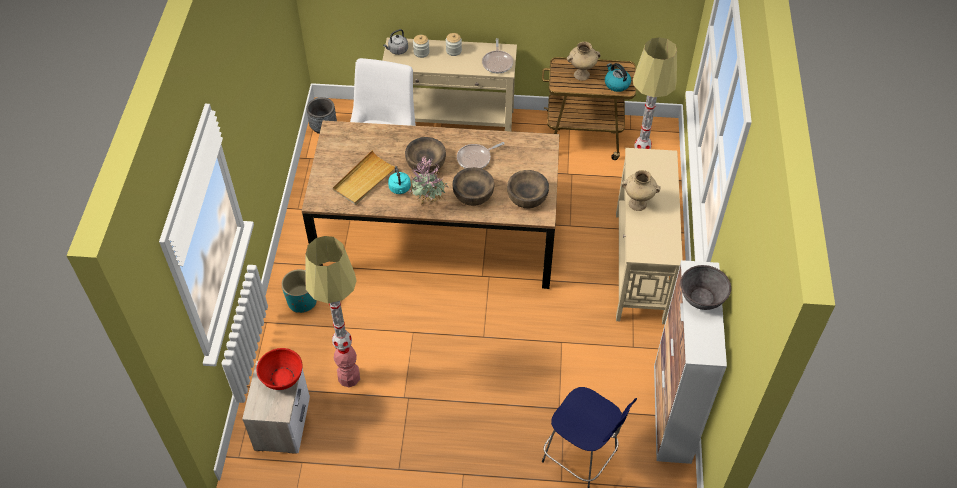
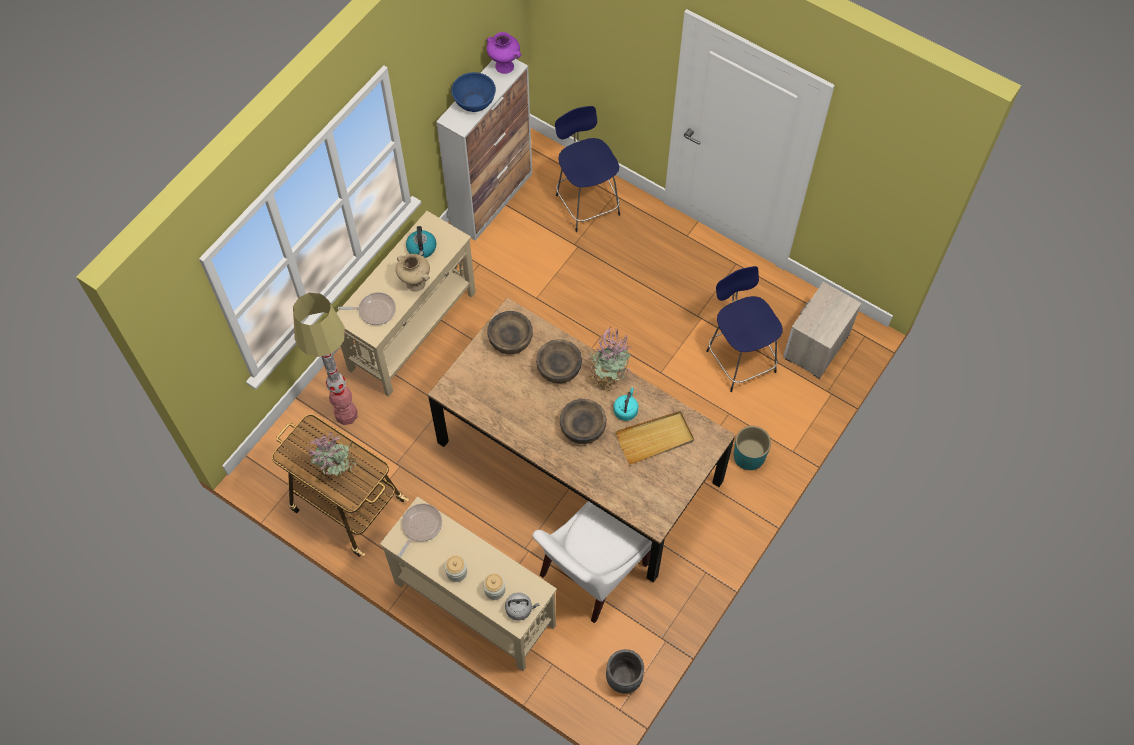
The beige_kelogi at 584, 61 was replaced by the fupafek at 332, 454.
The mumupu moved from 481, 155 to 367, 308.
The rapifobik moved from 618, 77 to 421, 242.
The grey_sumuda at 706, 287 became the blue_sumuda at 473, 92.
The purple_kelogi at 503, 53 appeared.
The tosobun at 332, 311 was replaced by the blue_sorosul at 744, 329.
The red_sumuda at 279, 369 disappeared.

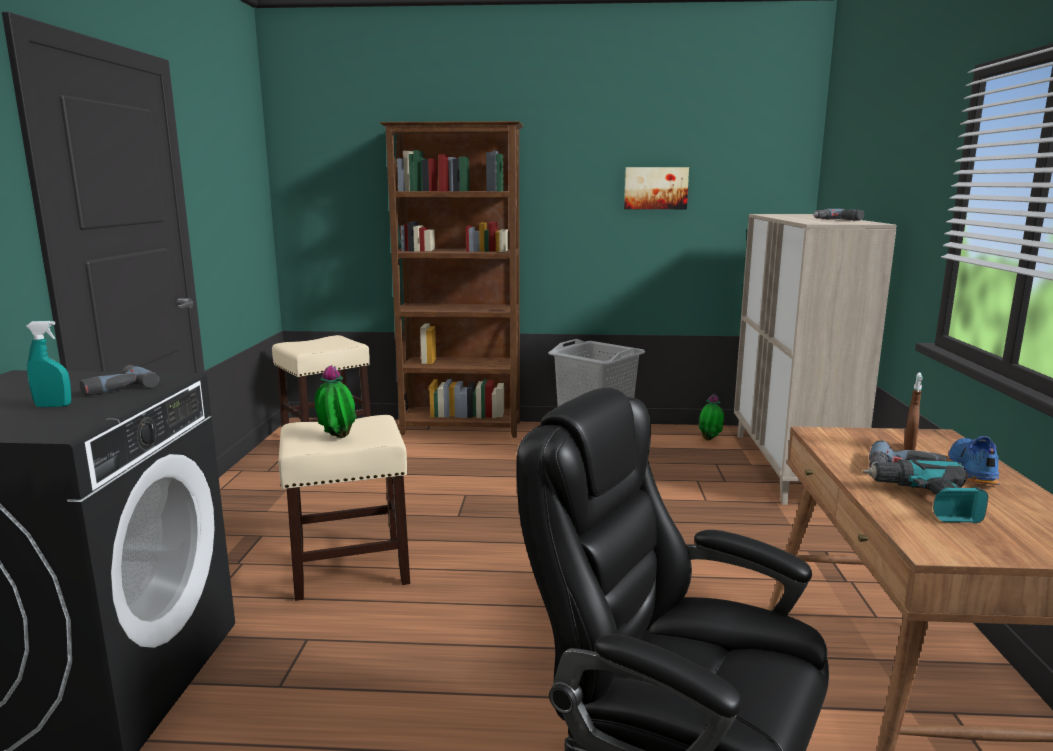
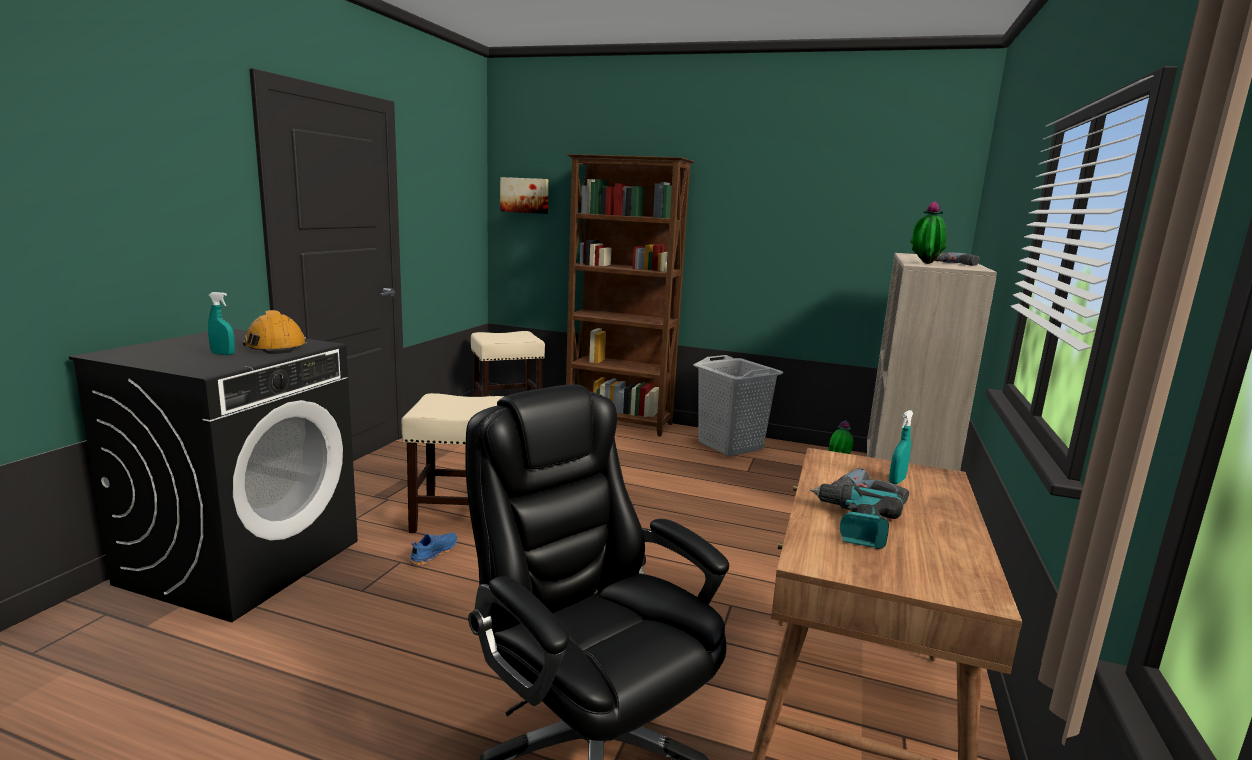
The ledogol at 120, 380 was replaced by the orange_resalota at 275, 332.
The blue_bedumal moved from 973, 460 to 433, 549.
The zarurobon moved from 656, 188 to 524, 195.
The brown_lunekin at 913, 411 became the turquoise_lunekin at 901, 447.
The fupafek moved from 336, 401 to 928, 232.

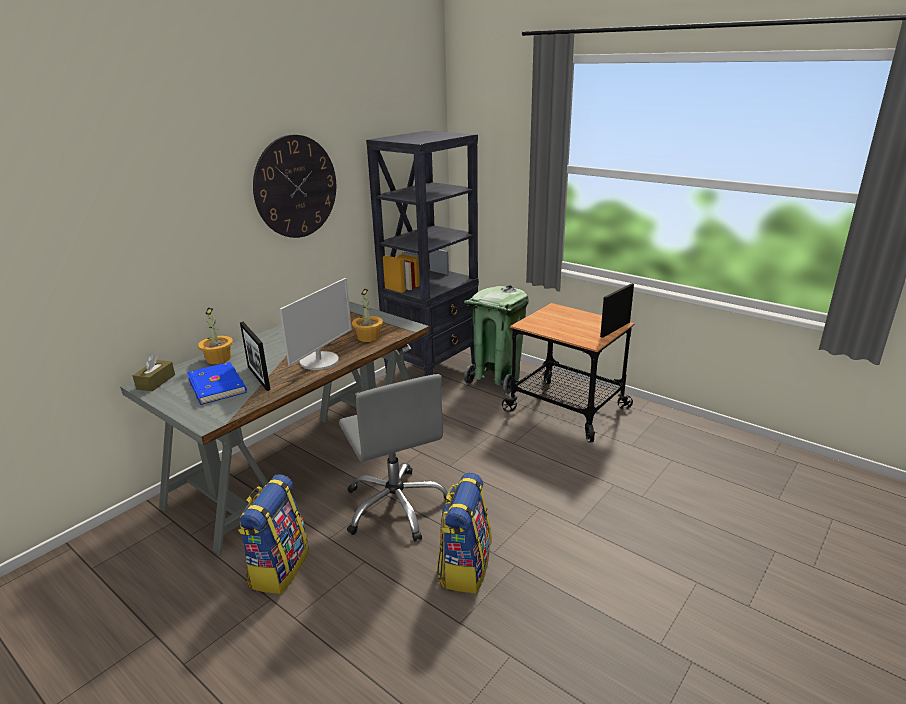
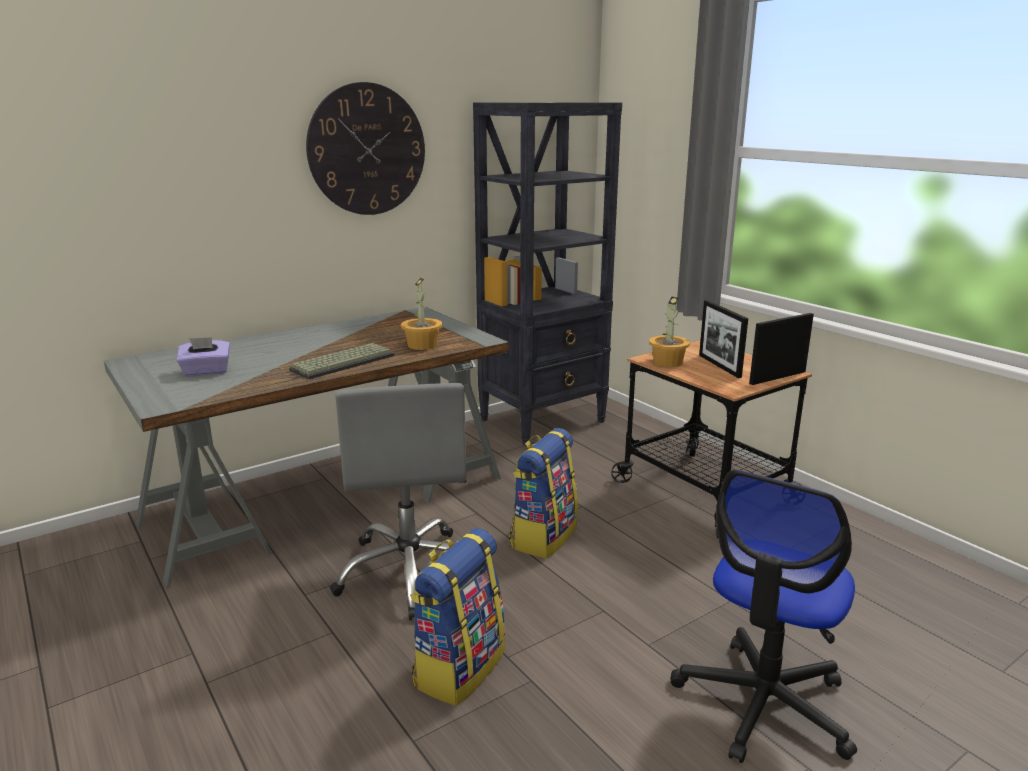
The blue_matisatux at 217, 383 was replaced by the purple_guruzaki at 203, 356.
The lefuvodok at 316, 324 was replaced by the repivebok at 342, 361.
The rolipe moved from 273, 534 to 543, 493.
The fupafek moved from 215, 336 to 669, 332.
The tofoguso at 763, 616 appeared.
The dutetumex moved from 255, 356 to 723, 339.
The brown_guruzaki at 154, 372 disappeared.
The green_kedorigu at 496, 340 disappeared.

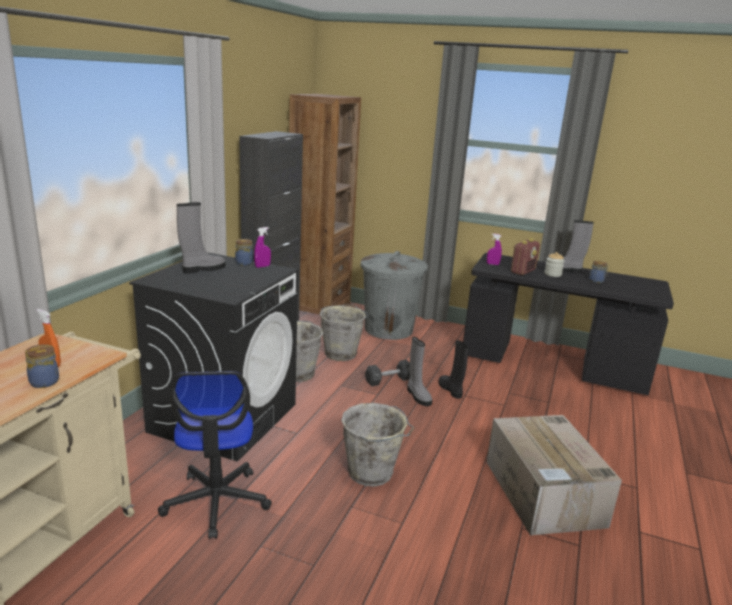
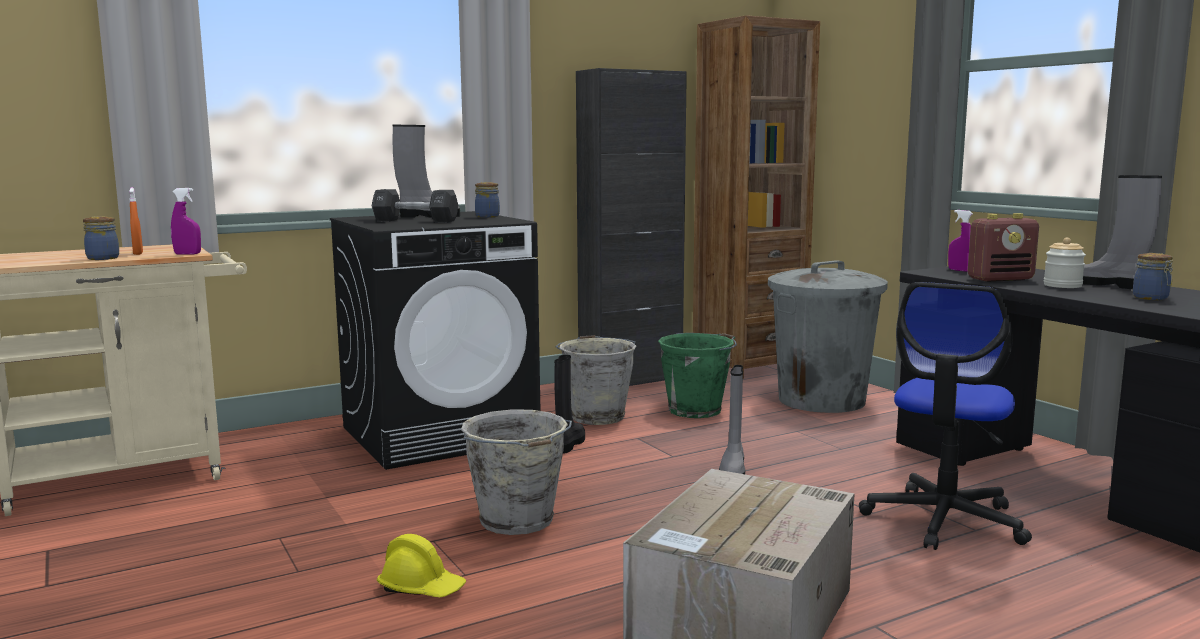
The purple_lunekin moved from 262, 247 to 186, 221.
The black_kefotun moved from 387, 373 to 415, 206.
The yellow_resalota at 421, 565 appeared.
The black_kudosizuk moved from 453, 369 to 569, 404.
The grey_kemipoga at 344, 332 became the green_kemipoga at 697, 375.
The tofoguso moved from 215, 455 to 945, 416.

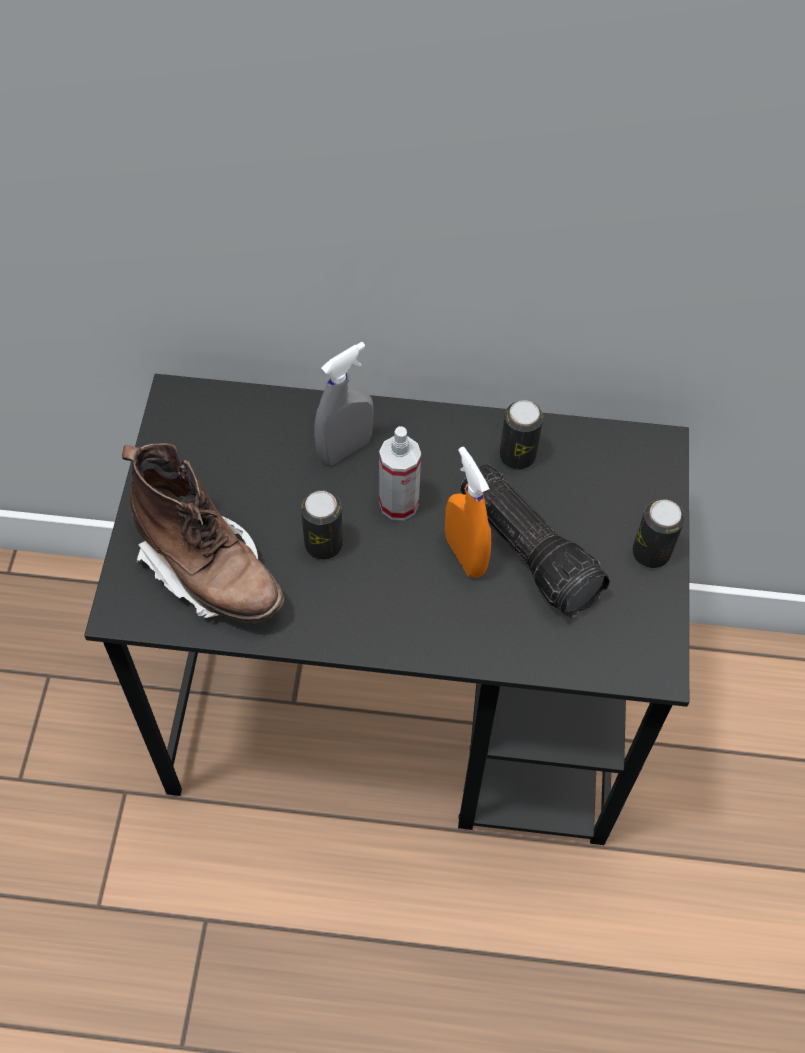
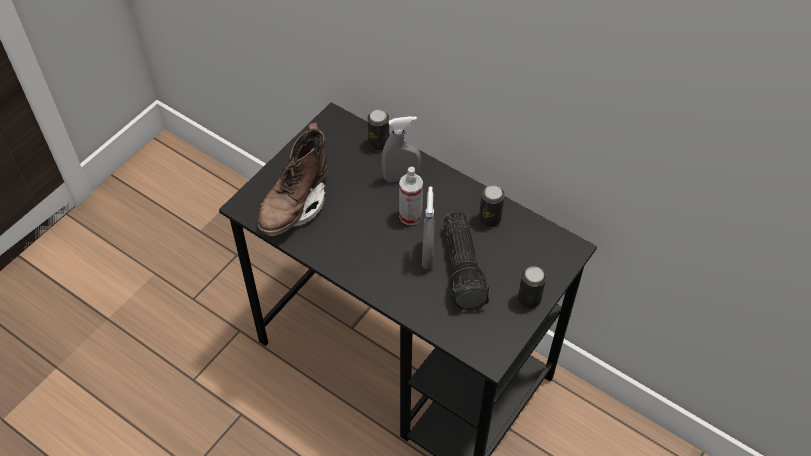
The brown_kudosizuk at 203, 533 turned 45 degrees clockwise.
The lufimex moved from 322, 525 to 378, 130.
The orange_lunekin at 468, 512 became the grey_lunekin at 428, 227.

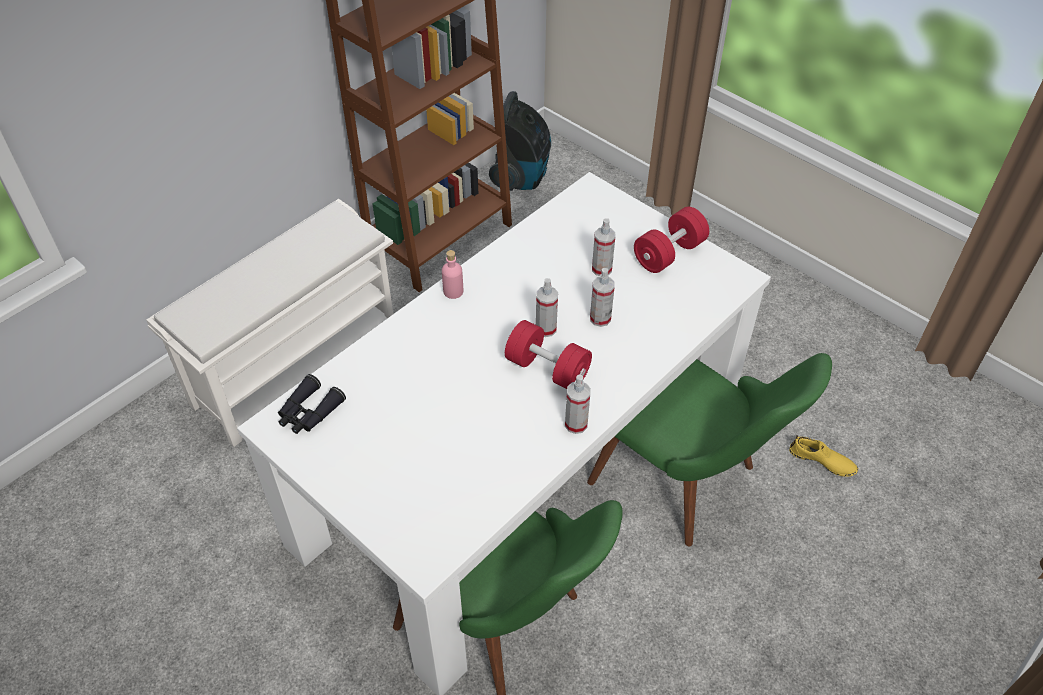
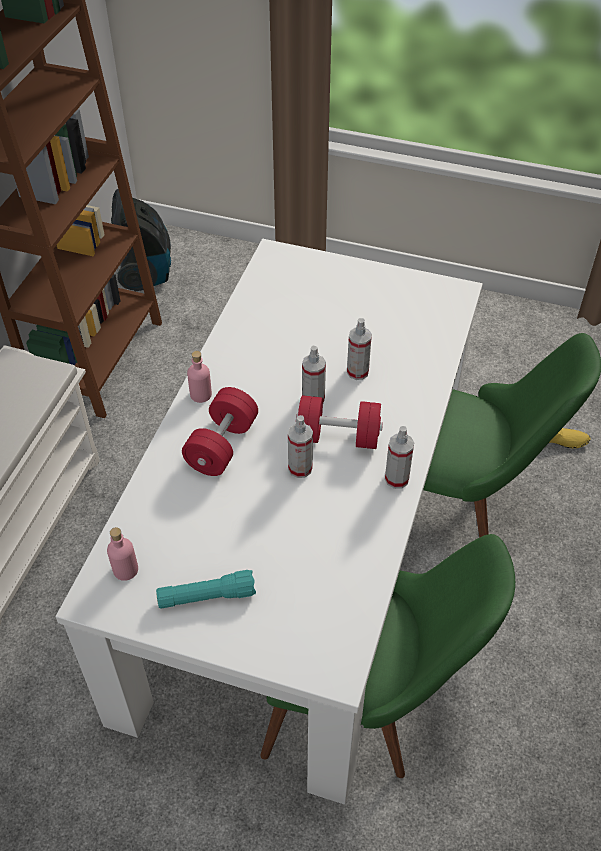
The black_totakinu at 312, 404 was replaced by the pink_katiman at 122, 554.
The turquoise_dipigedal at 206, 589 appeared.
The red_kefotun moved from 671, 240 to 220, 431.
The lunekin moved from 603, 247 to 300, 446.

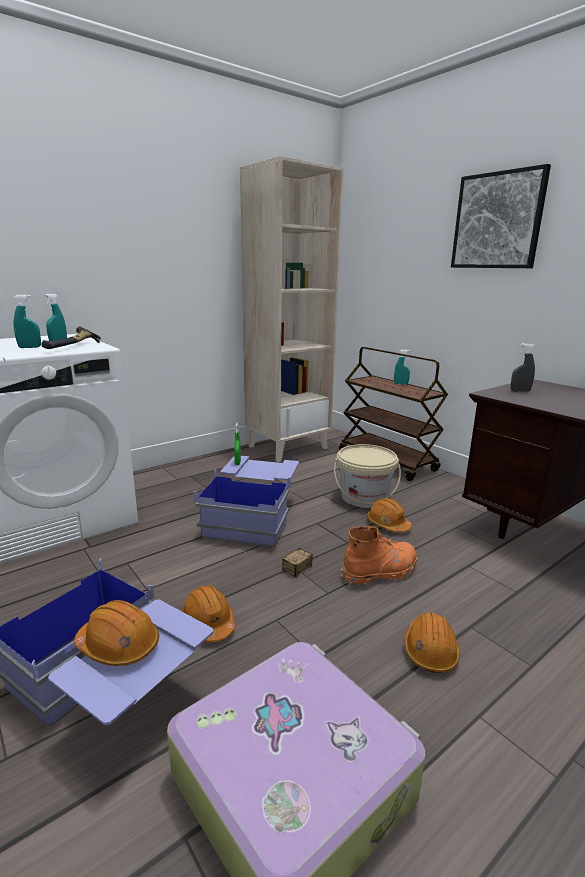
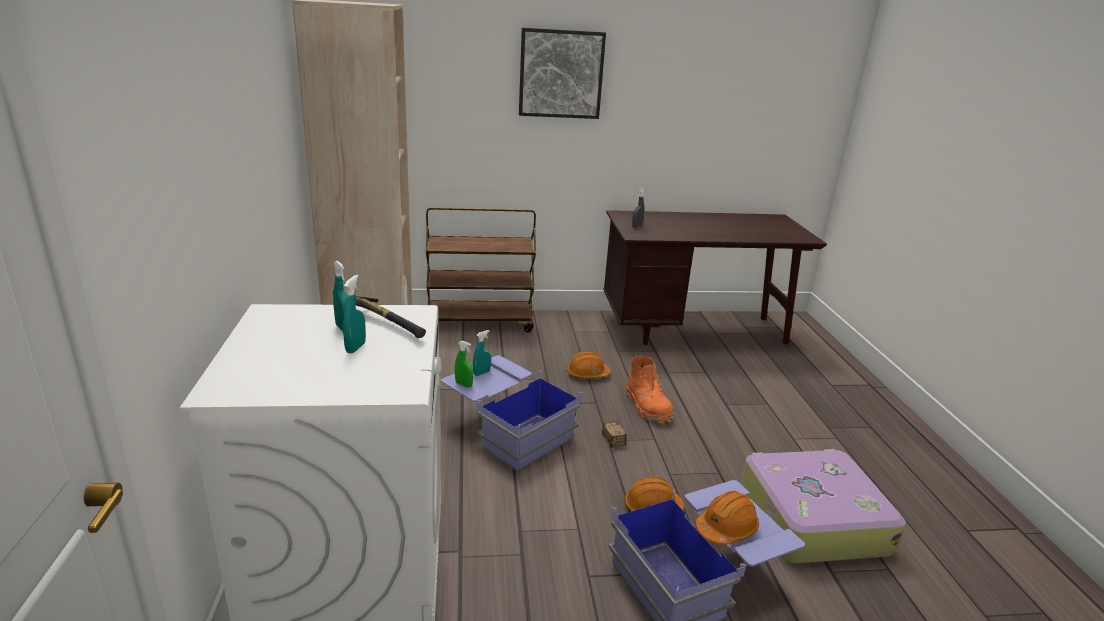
The turquoise_lunekin moved from 402, 367 to 482, 353.
The orange_kudosizuk at 379, 556 turned 150 degrees clockwise.
The beige_kemipoga at 367, 476 disappeared.
The orange_resalota at 432, 642 disappeared.

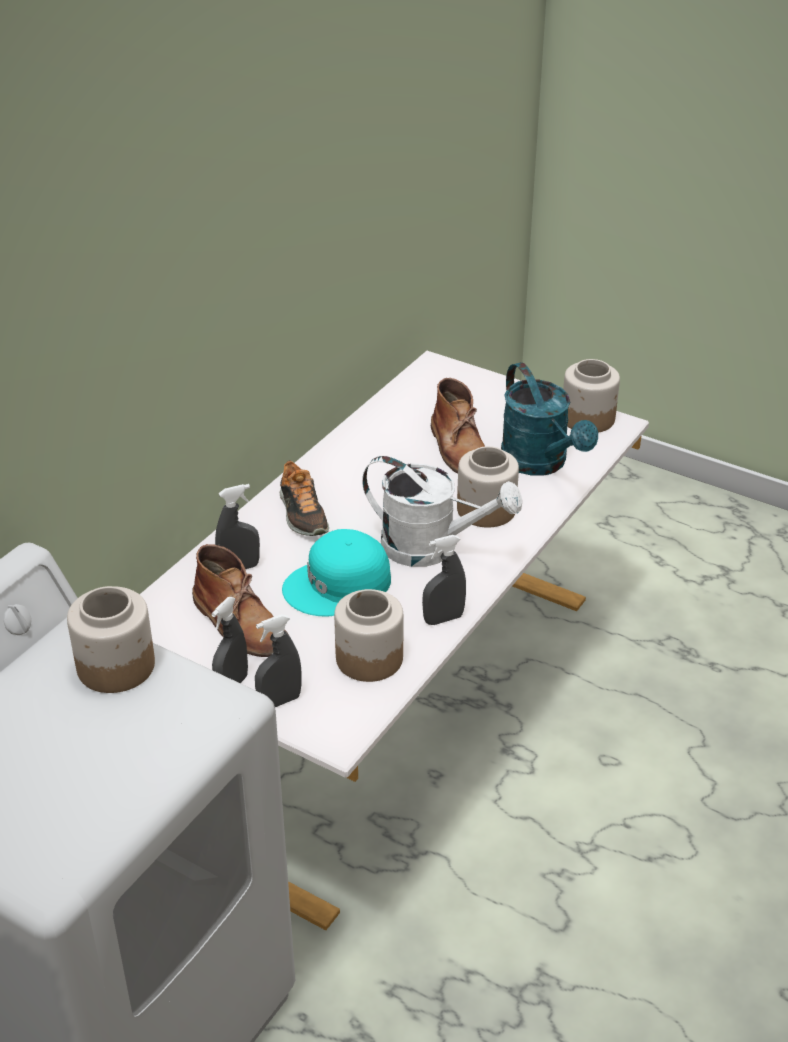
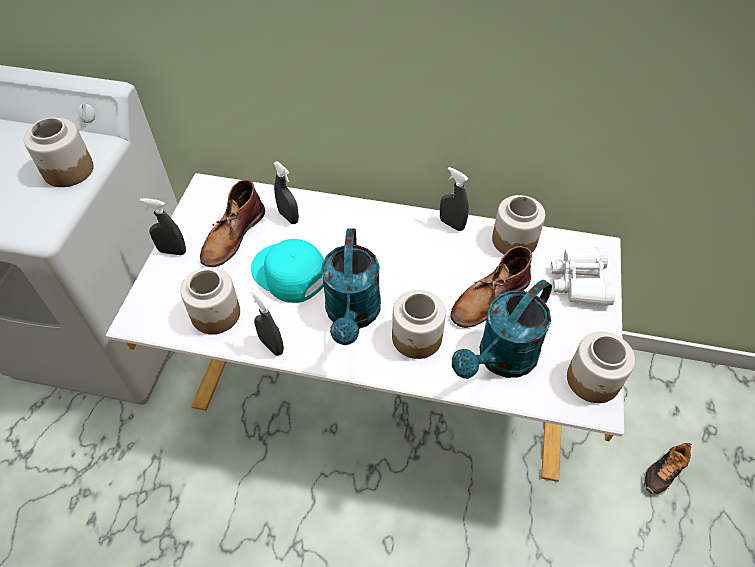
The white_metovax at 442, 511 became the turquoise_metovax at 351, 286.
The grey_lunekin moved from 278, 660 to 454, 199.
The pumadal at 518, 225 appeared.
The white_totakinu at 583, 276 appeared.
The bedumal moved from 304, 498 to 668, 469.

